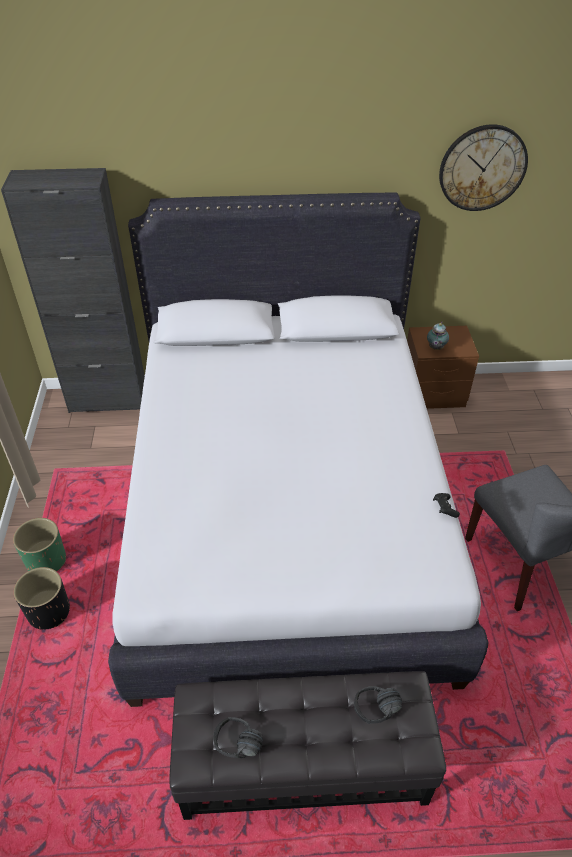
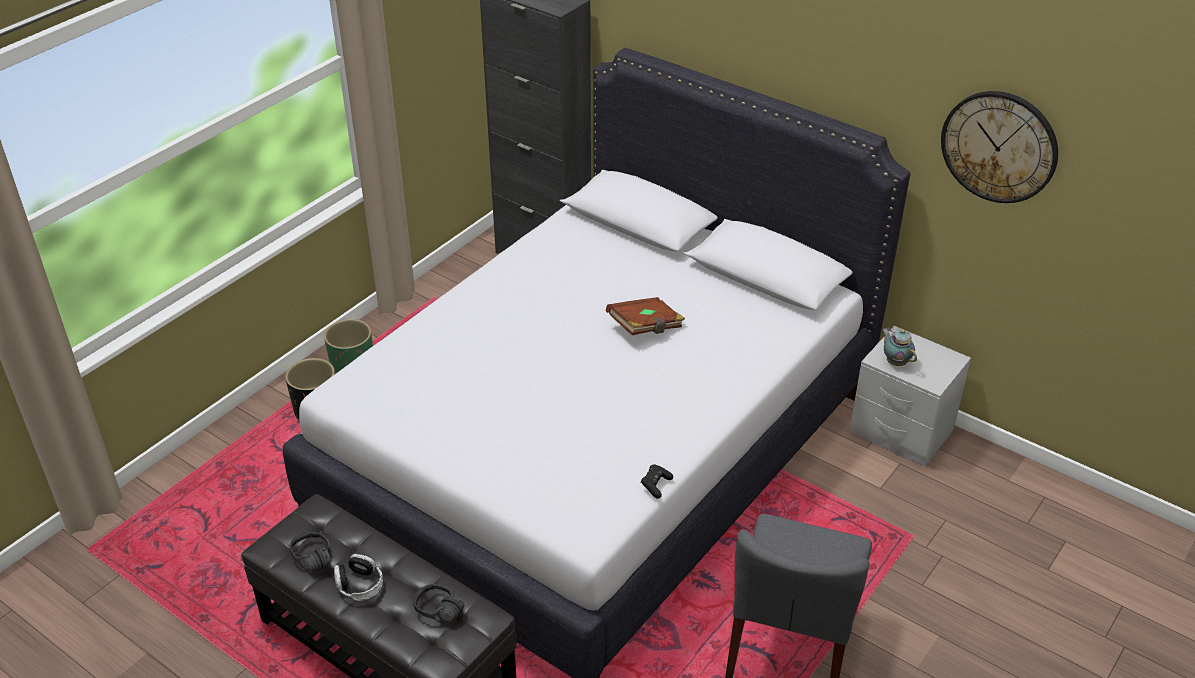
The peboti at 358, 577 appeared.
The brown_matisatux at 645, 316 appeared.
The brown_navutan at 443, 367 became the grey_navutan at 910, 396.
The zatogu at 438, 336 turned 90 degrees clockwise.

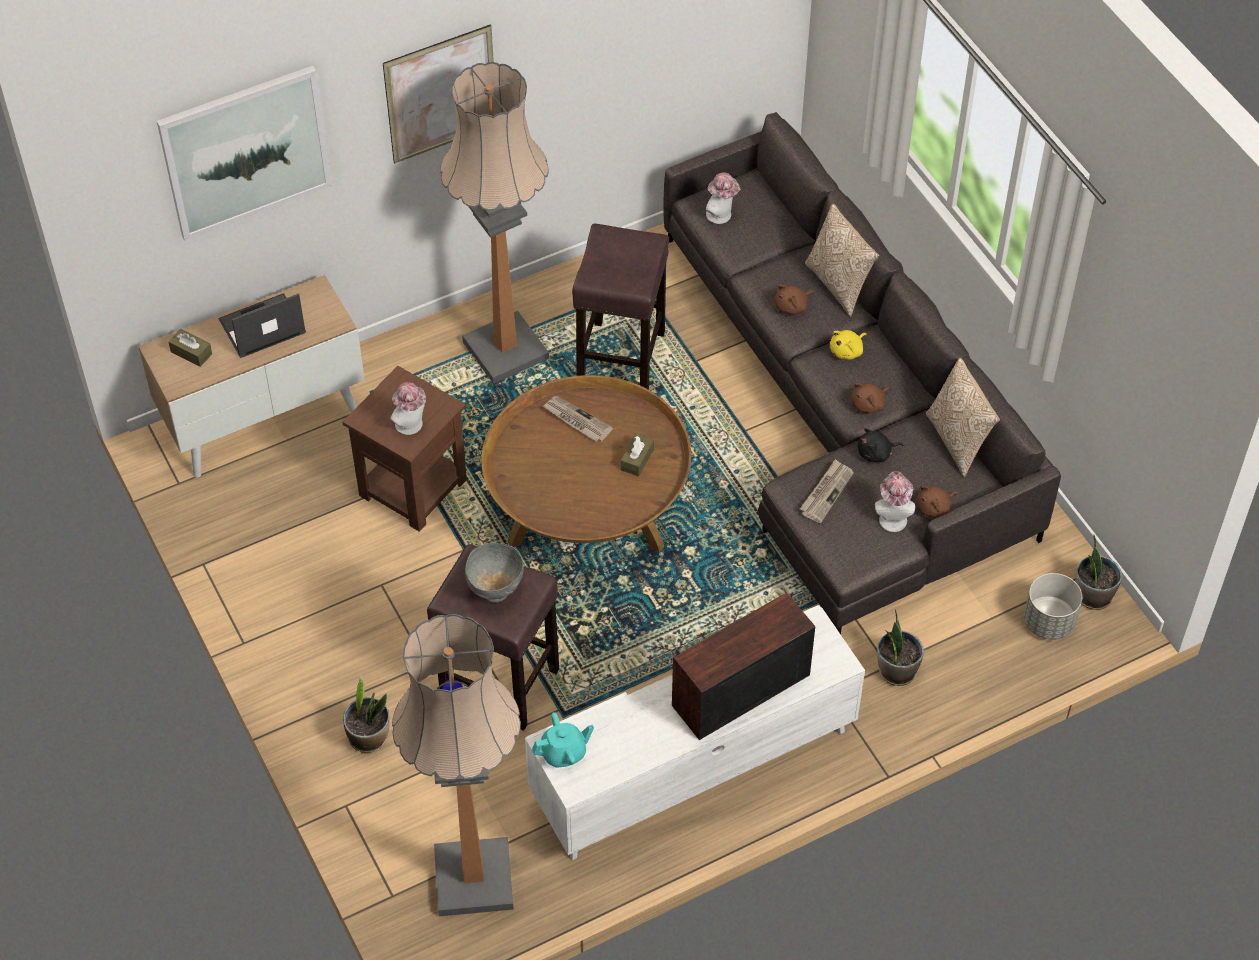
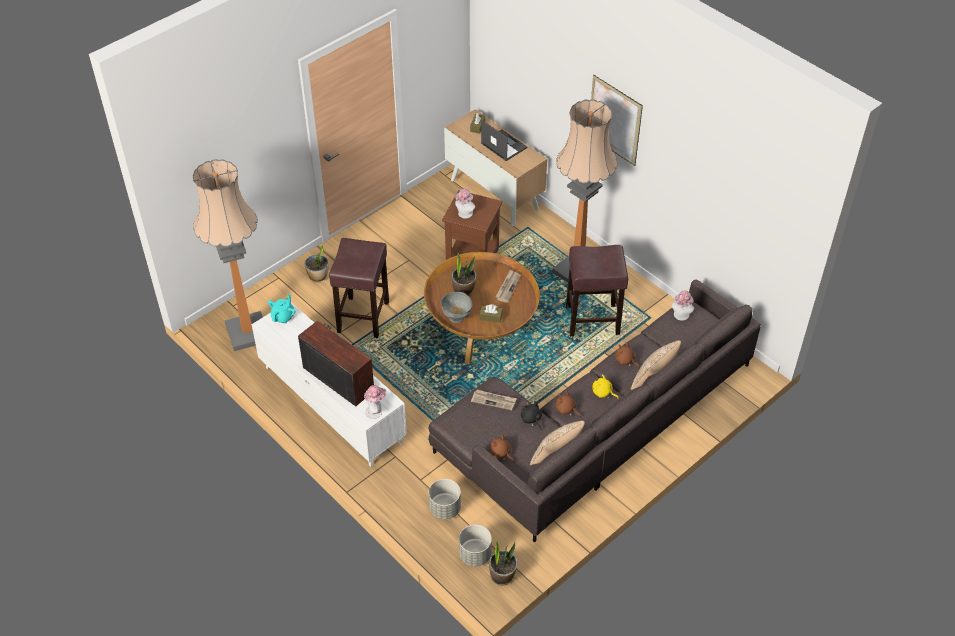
The turquoise_zatogu at 563, 740 turned 120 degrees counterclockwise.
The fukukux moved from 895, 501 to 375, 402.
The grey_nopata at 445, 499 appeared.
The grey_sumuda moved from 494, 573 to 456, 307.
The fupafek moved from 900, 647 to 464, 274.
The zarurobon at 245, 153 disappeared.

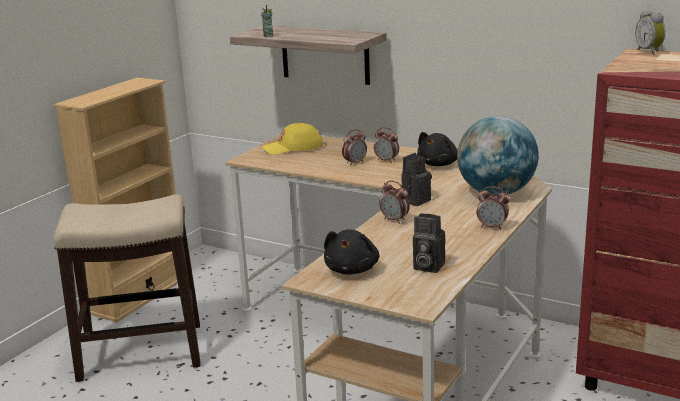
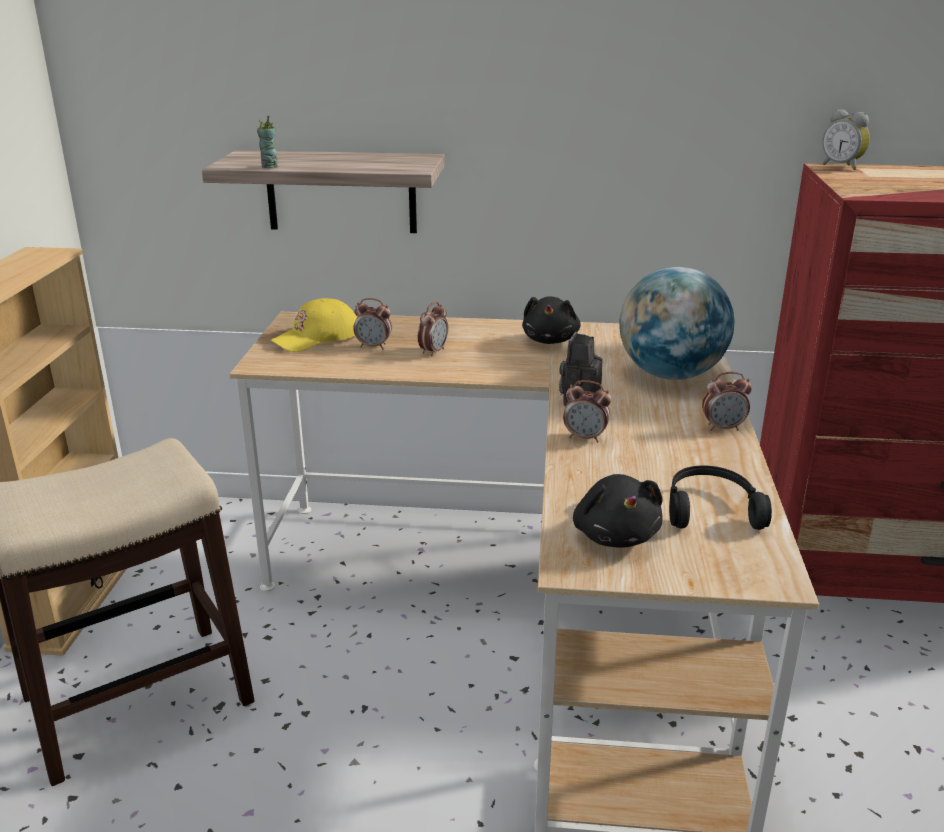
The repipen moved from 386, 145 to 372, 323.
The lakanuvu at 429, 243 was replaced by the black_peboti at 720, 498.

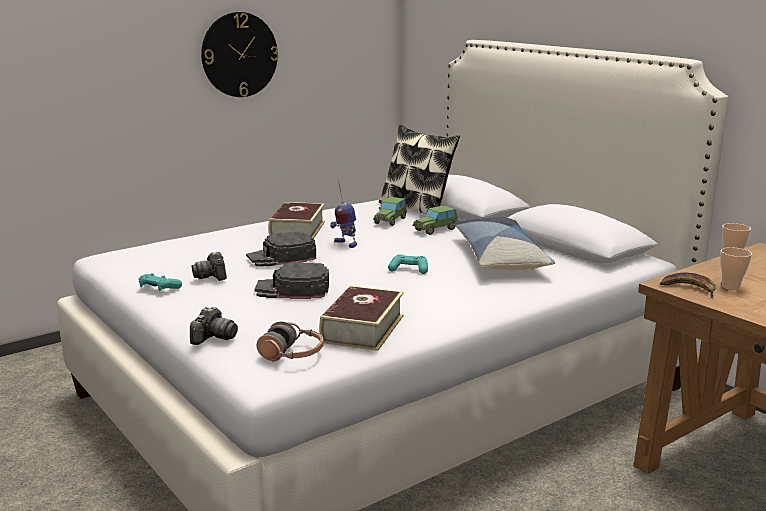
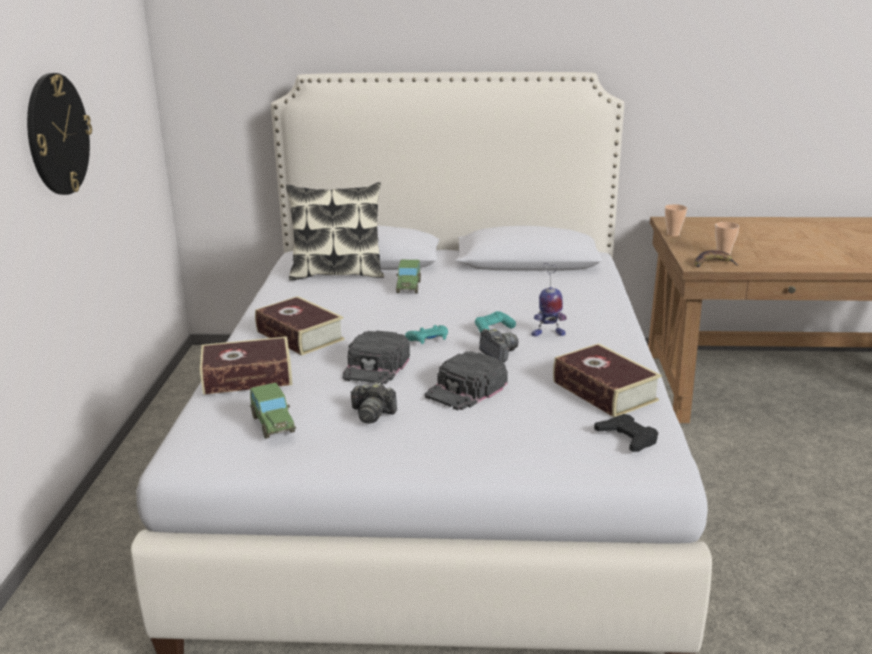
The matisatux at 246, 366 appeared.
The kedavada moved from 390, 211 to 273, 411.
The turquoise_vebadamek moved from 160, 282 to 426, 334.
The lakanuvu moved from 214, 326 to 498, 346.
The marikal moved from 343, 214 to 549, 300.
The peboti at 290, 342 was replaced by the black_vebadamek at 626, 433.
The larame at 504, 243 disappeared.

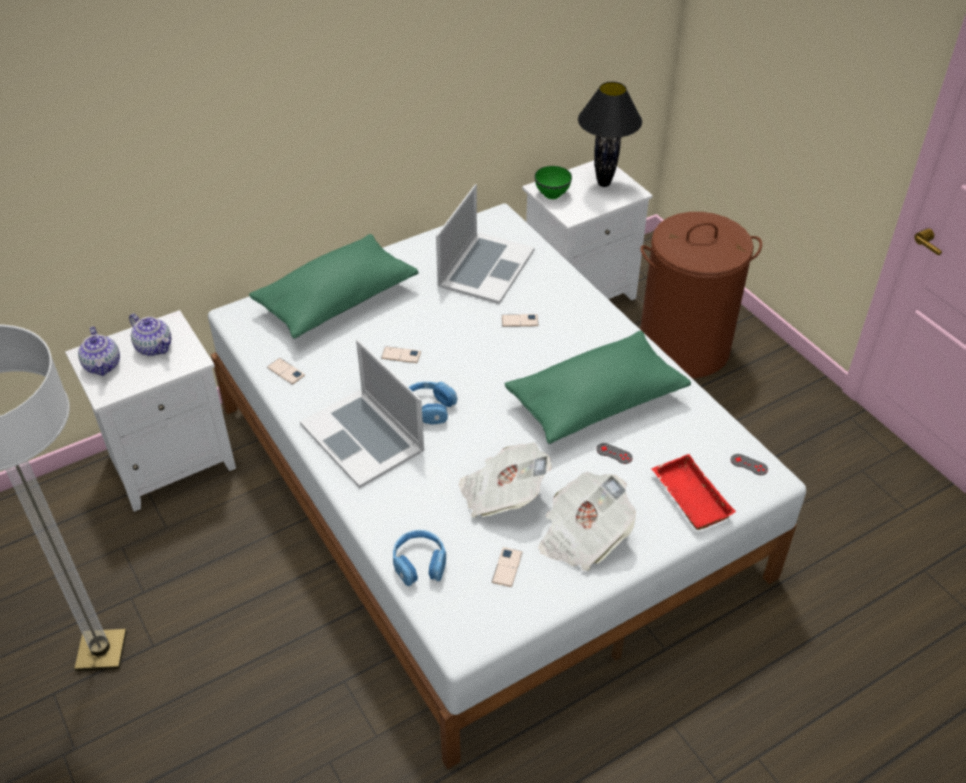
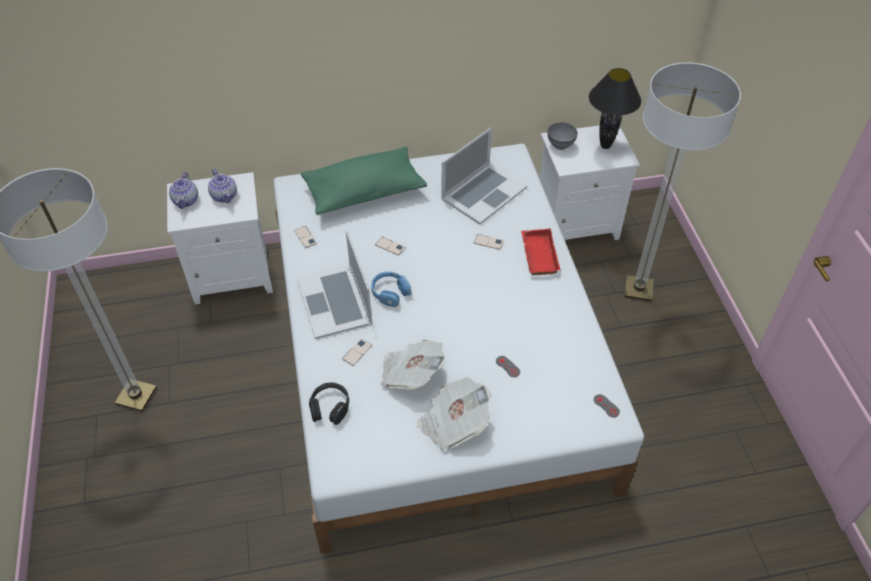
The blue_peboti at 419, 558 became the black_peboti at 329, 403.
The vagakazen moved from 507, 567 to 357, 352.
The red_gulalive moved from 693, 492 to 540, 251.
The green_sumuda at 553, 182 became the grey_sumuda at 562, 136.
The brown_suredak at 701, 295 was replaced by the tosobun at 682, 182.
The green_larame at 598, 387 disappeared.

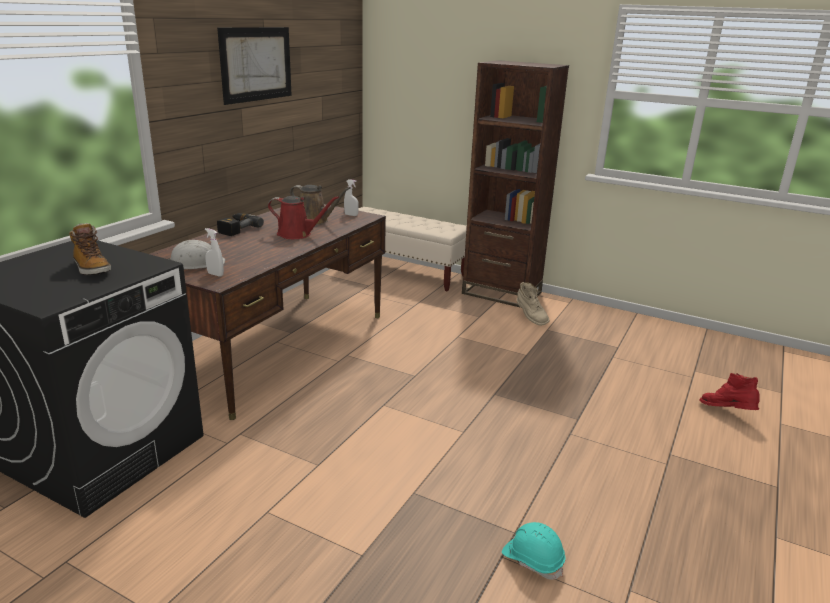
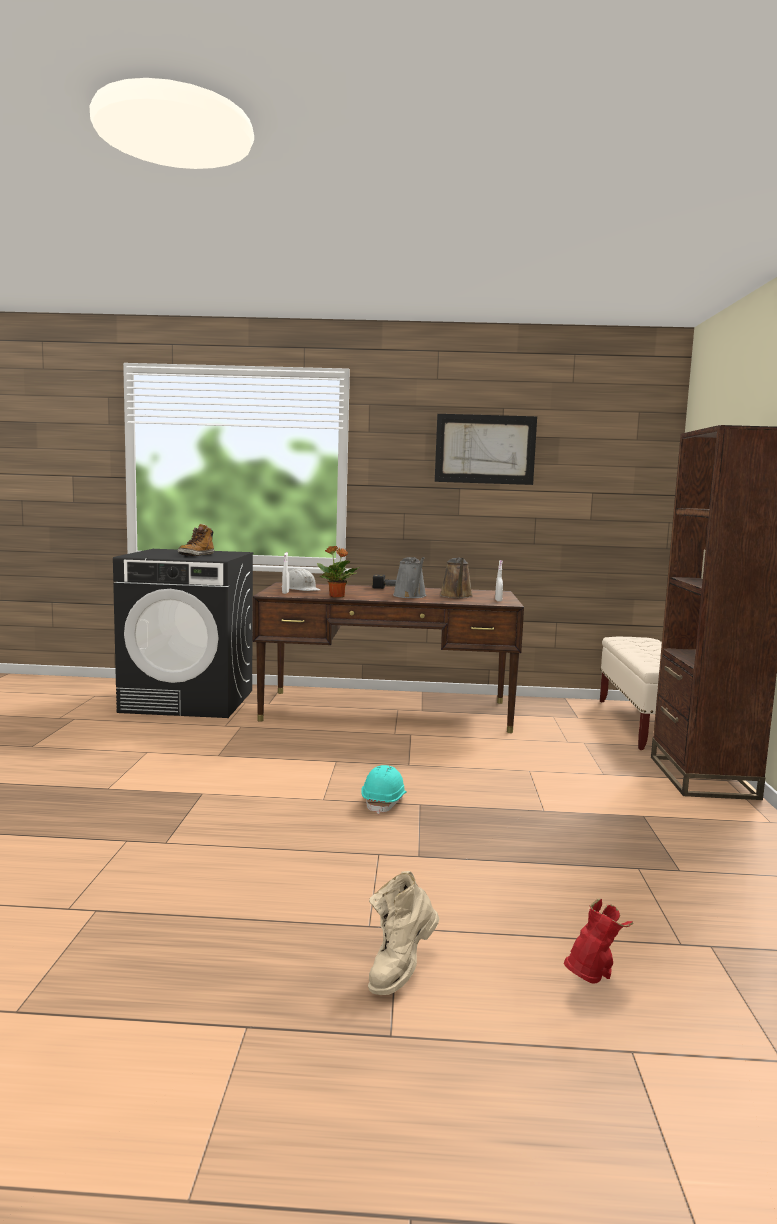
The fupafek at 338, 571 appeared.
The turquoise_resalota moved from 534, 551 to 384, 789.
The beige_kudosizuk moved from 533, 304 to 403, 933.
The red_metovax at 303, 217 became the grey_metovax at 409, 577.

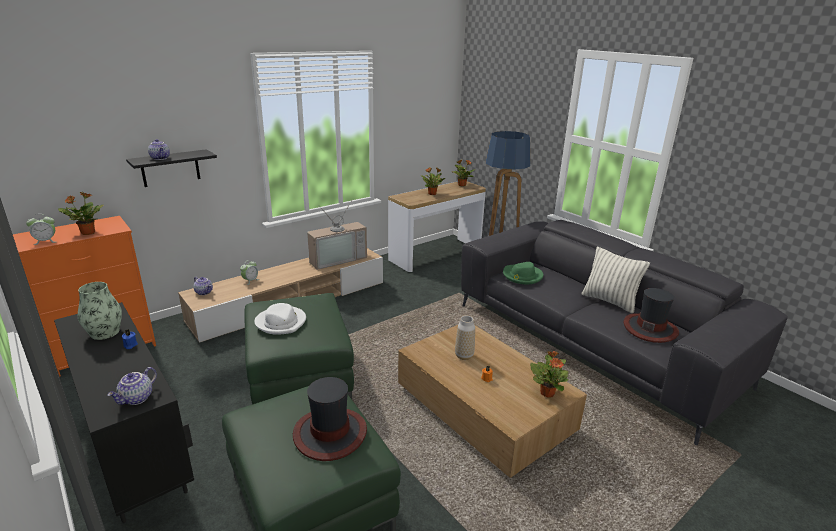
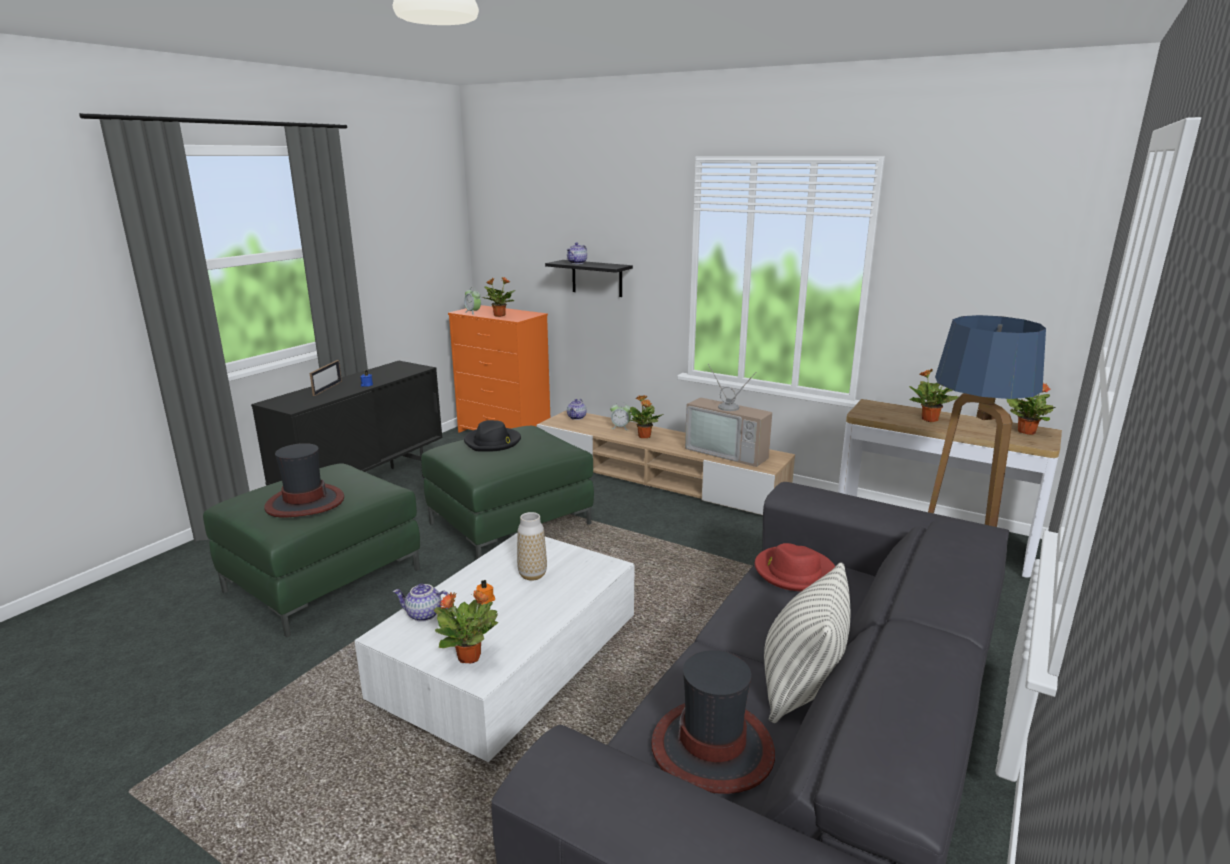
The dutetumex at 326, 378 appeared.
The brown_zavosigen at 492, 401 became the white_zavosigen at 495, 647.
The zatogu moved from 132, 386 to 421, 602.
The white_fukukux at 280, 319 became the black_fukukux at 492, 436.
The fupafek at 647, 416 appeared.
The green_fukukux at 523, 273 became the red_fukukux at 795, 567.
The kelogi at 100, 311 disappeared.

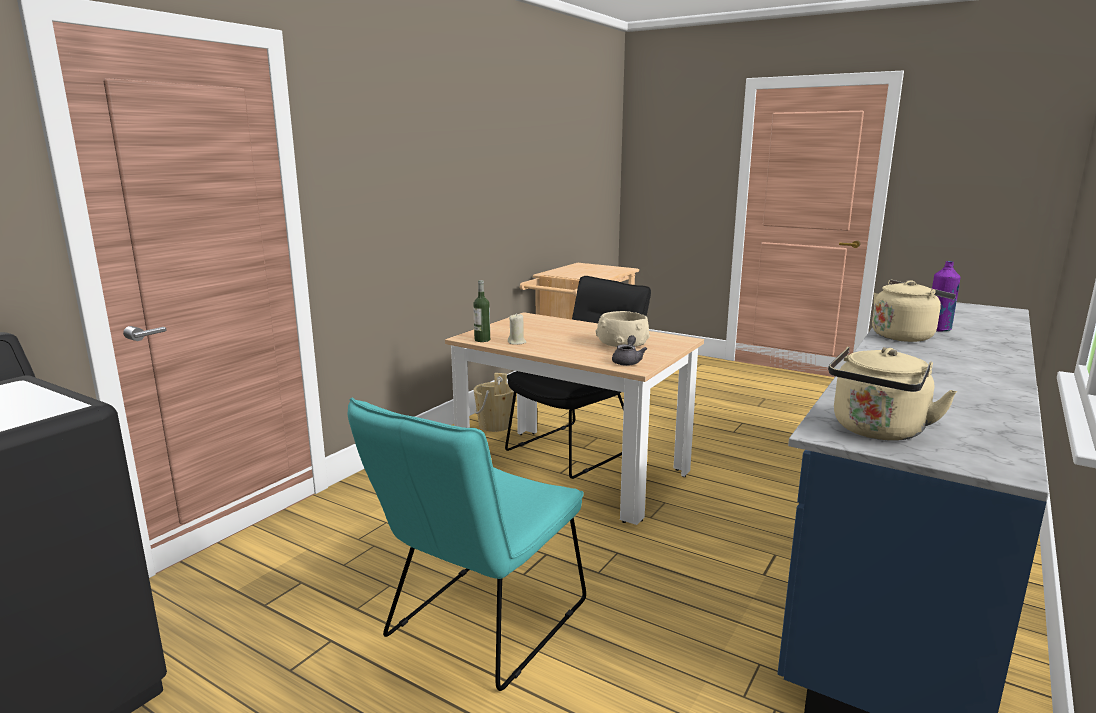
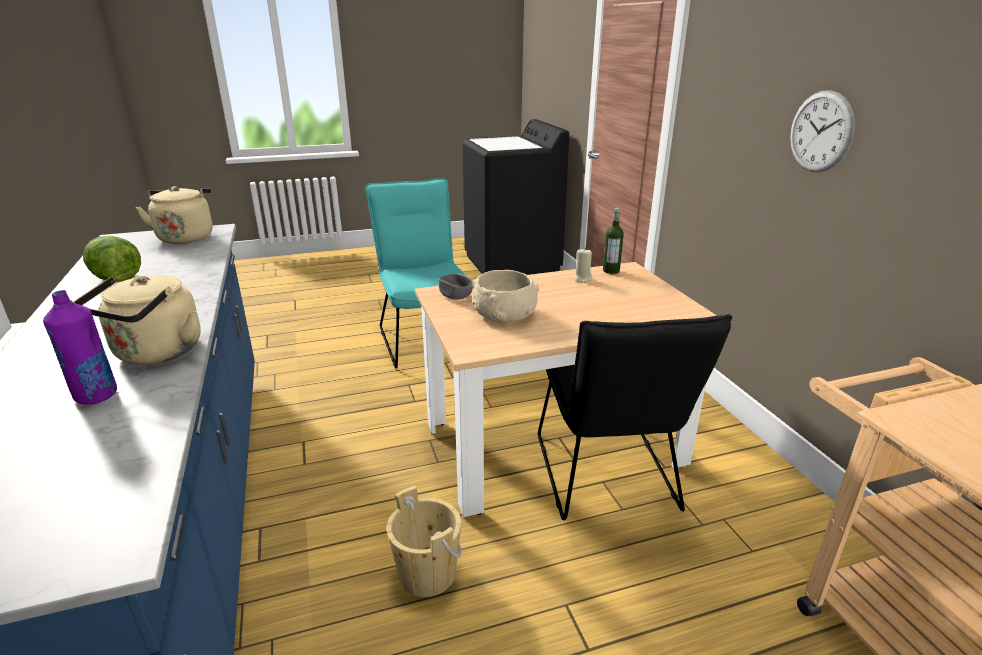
The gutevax at 112, 259 appeared.
The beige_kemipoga moved from 494, 402 to 424, 541.
The grey_zatogu at 629, 350 was replaced by the grey_sumuda at 455, 286.
The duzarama at 822, 131 appeared.

